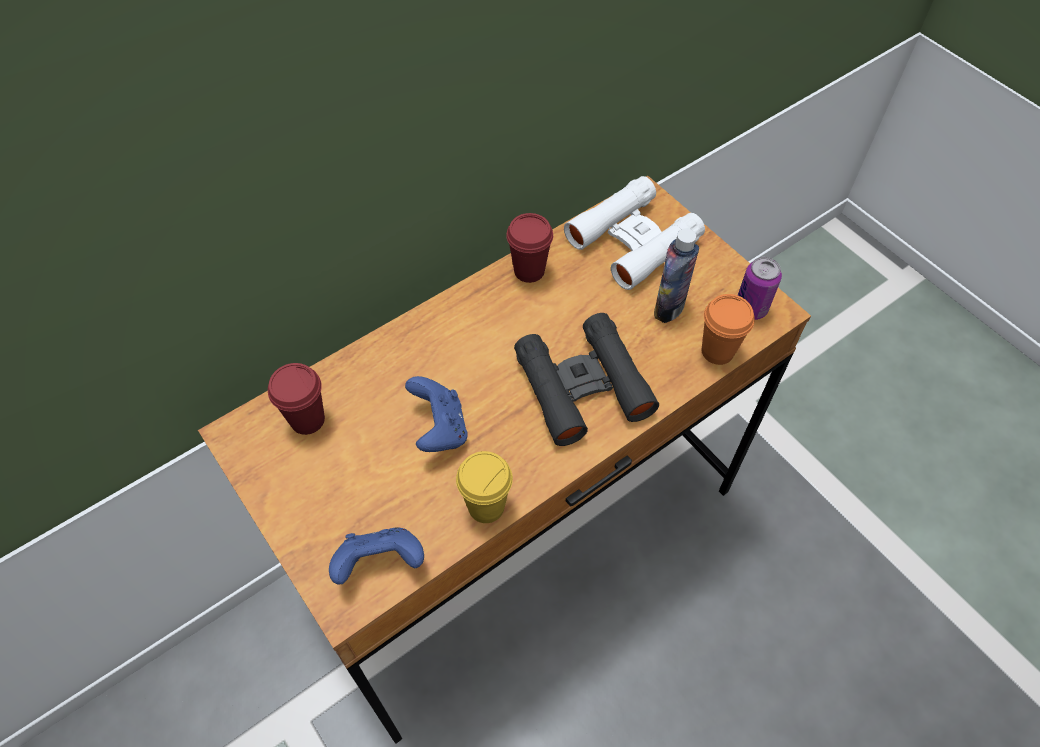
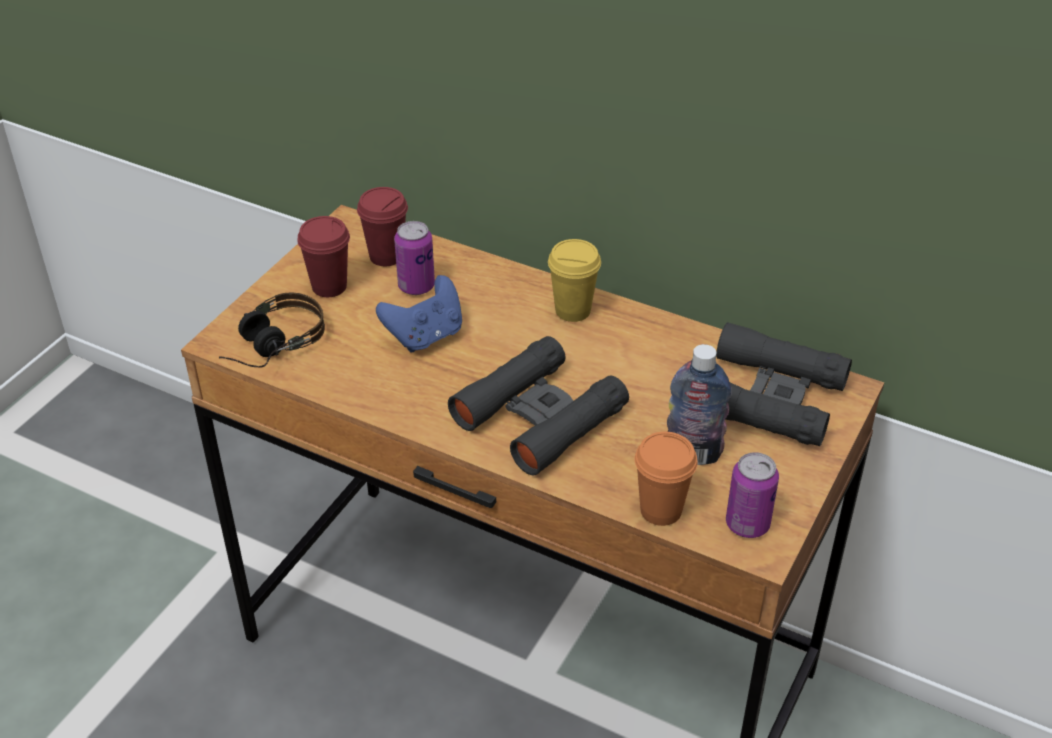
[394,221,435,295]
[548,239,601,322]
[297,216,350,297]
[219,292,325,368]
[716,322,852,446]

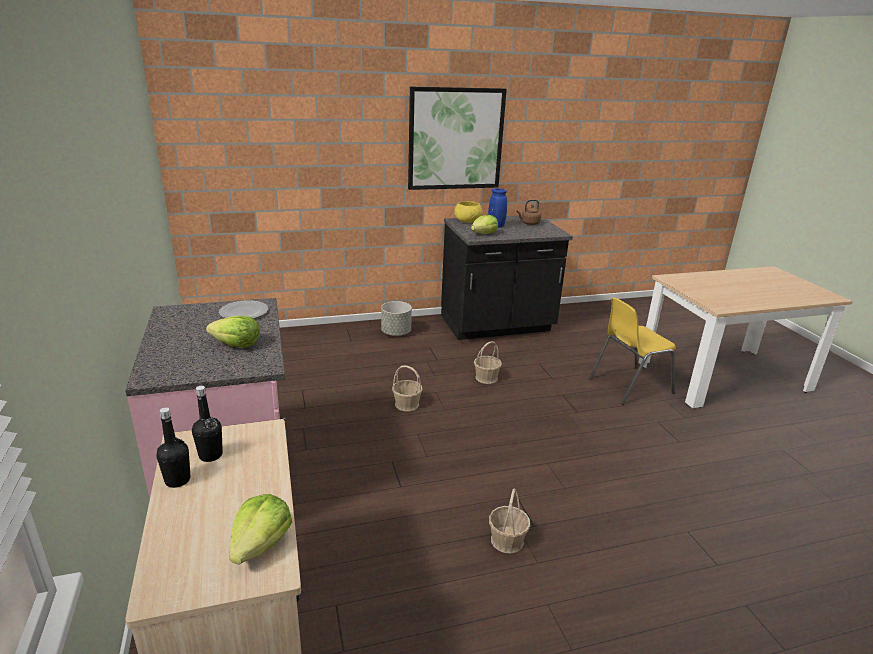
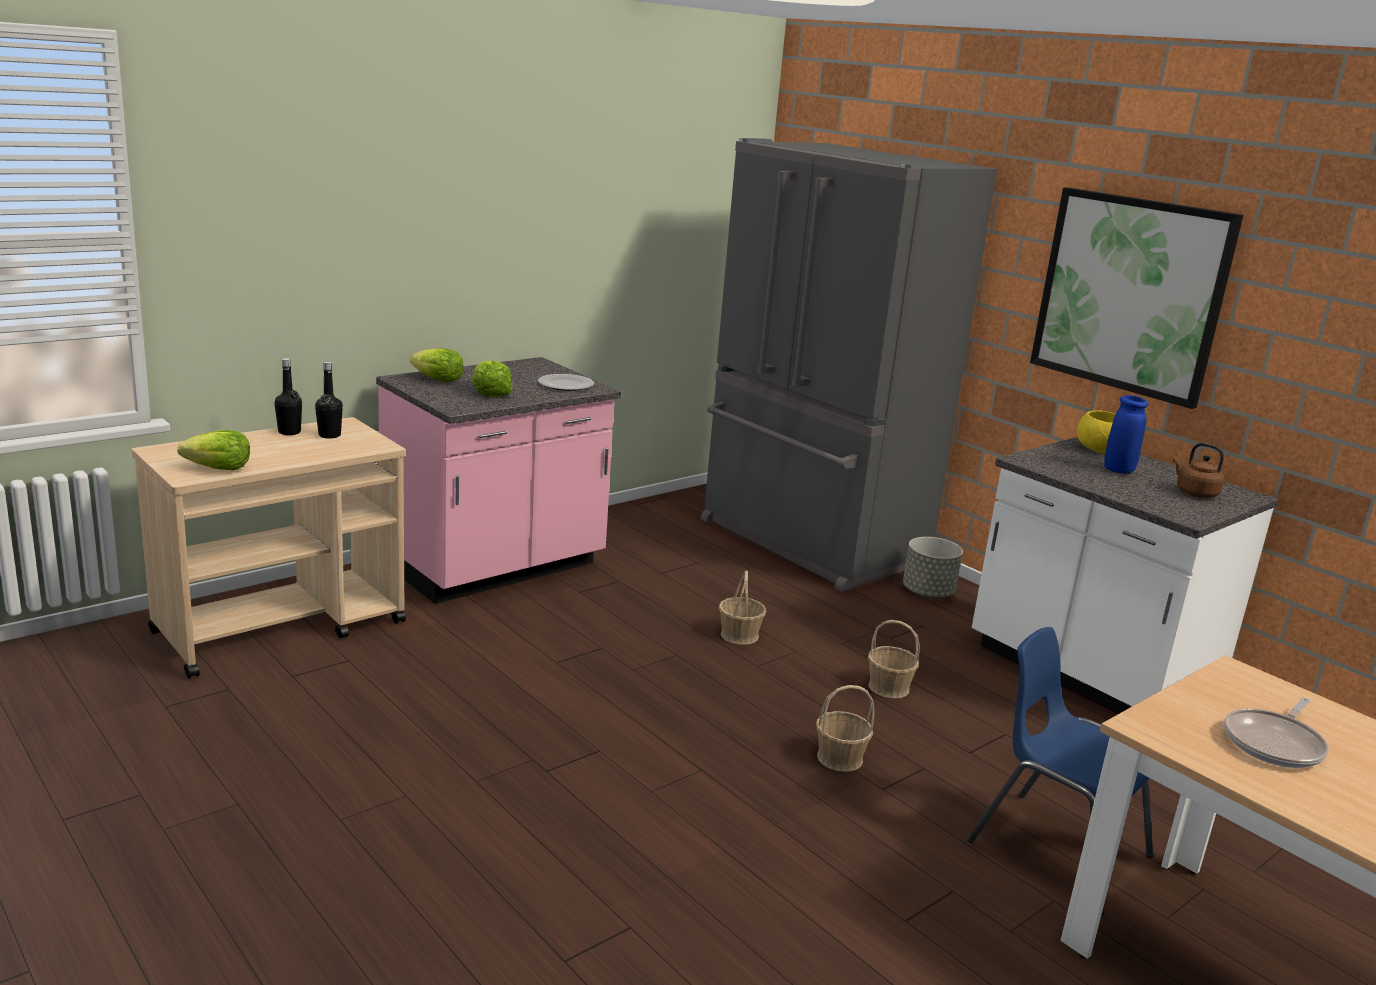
[701,138,997,592]
[1224,697,1329,768]
[410,348,464,383]
[816,685,875,772]
[972,437,1279,714]
[967,627,1153,915]

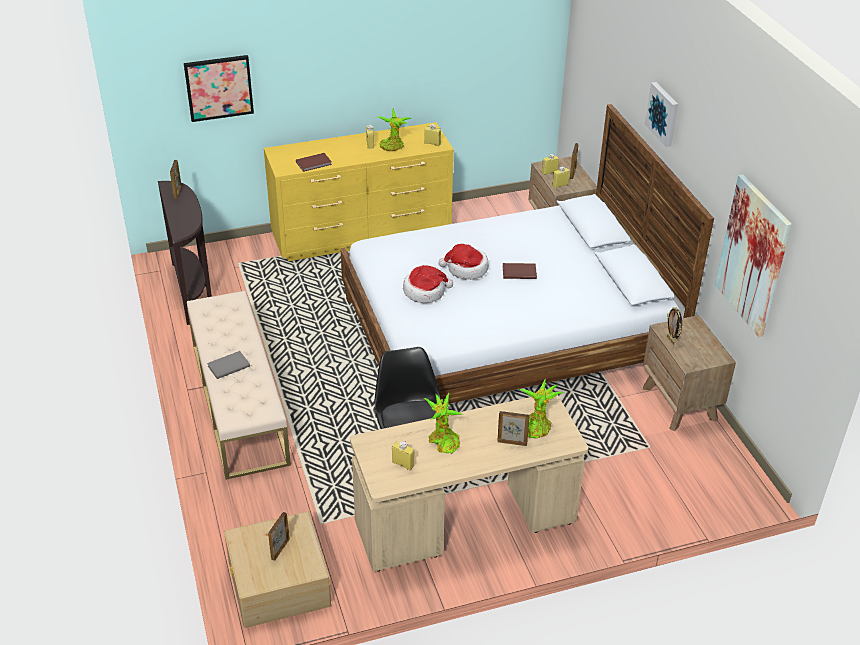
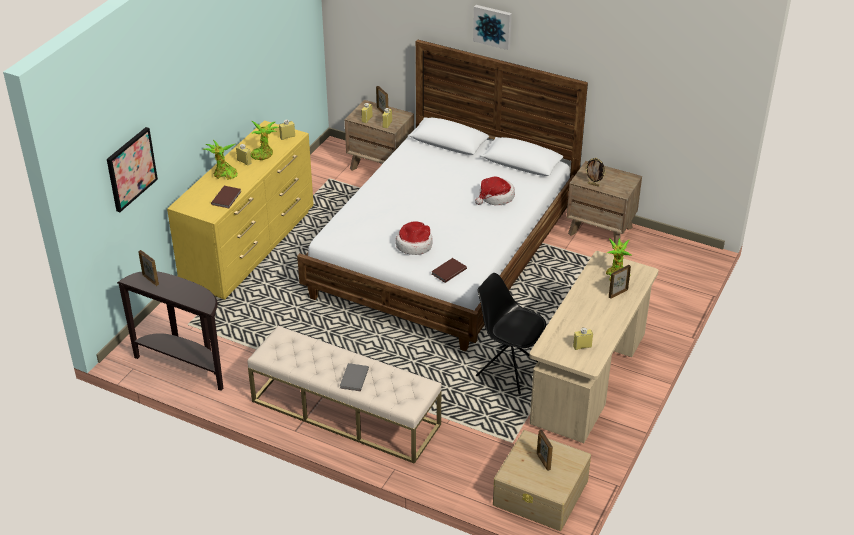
[715,174,792,337] (first image)
[202,140,237,179]
[475,177,515,205]
[431,258,467,283]

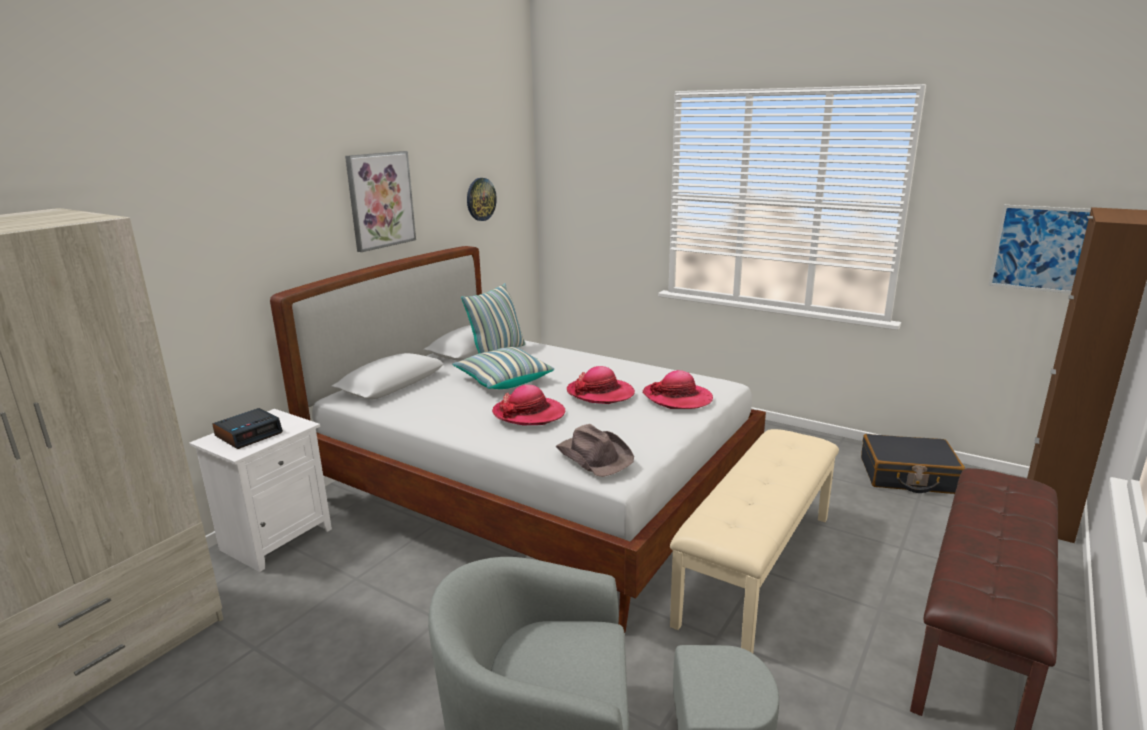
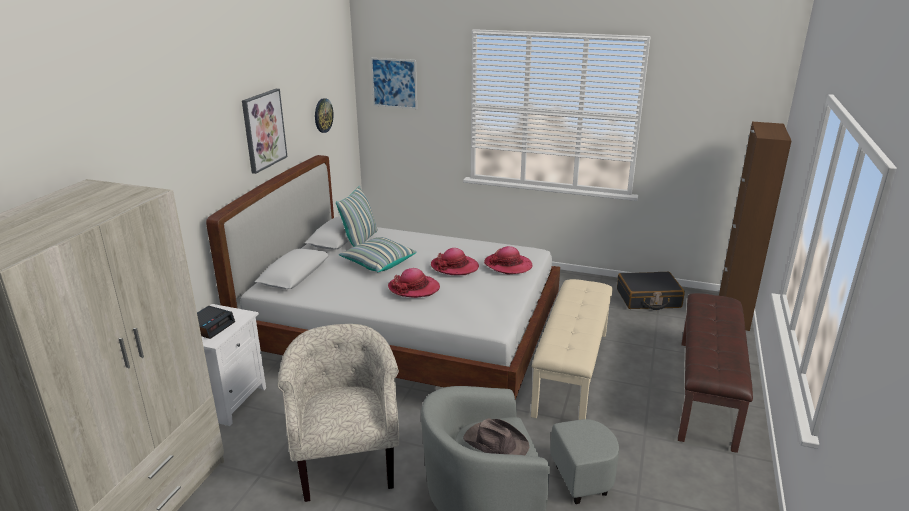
[277,324,399,502]
[463,418,529,455]
[371,58,417,109]

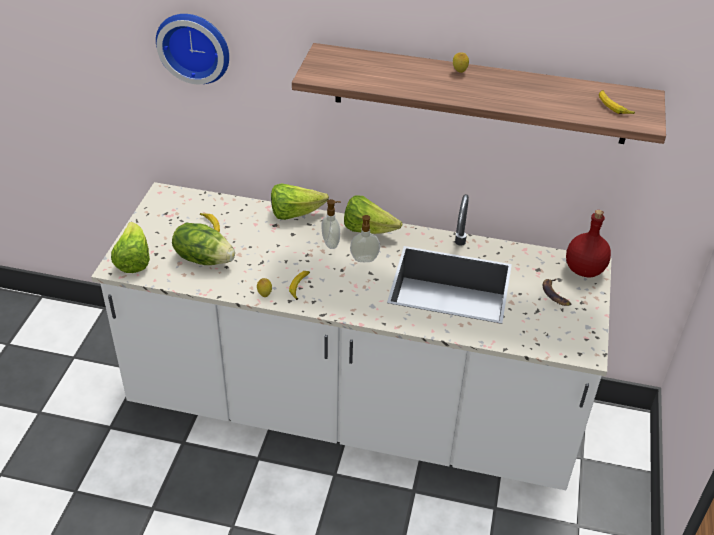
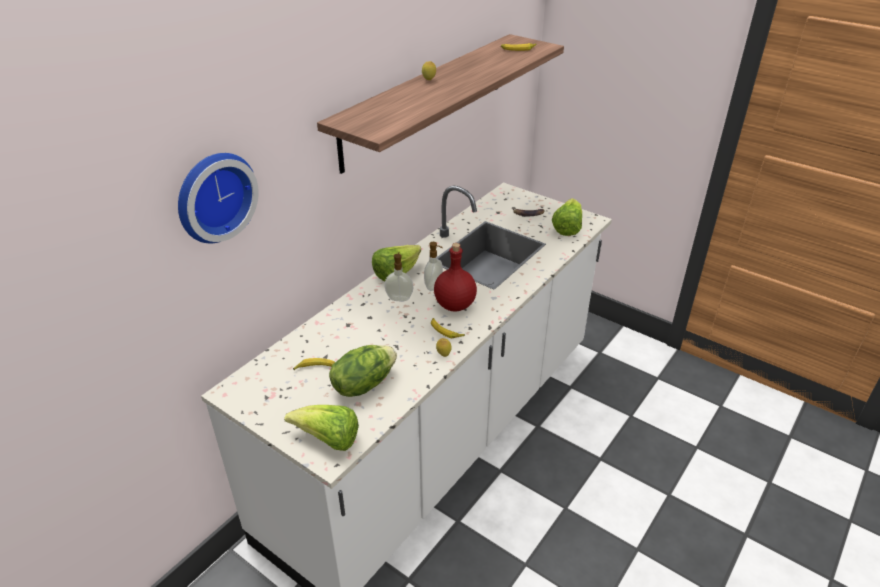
[552,198,582,236]
[434,243,477,312]

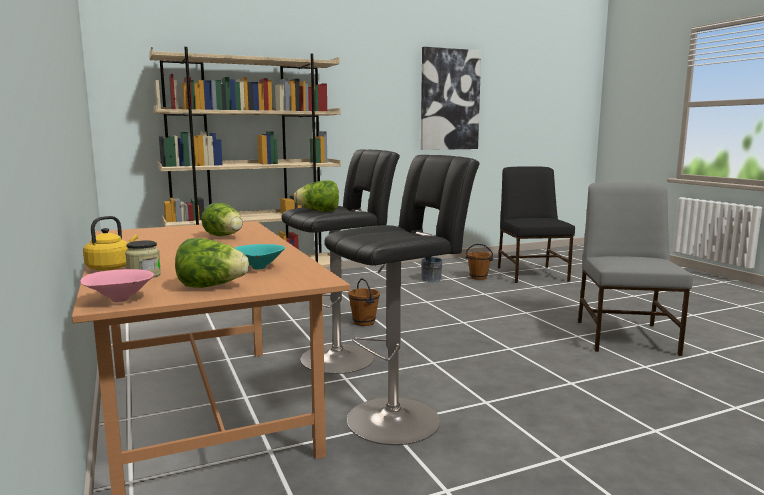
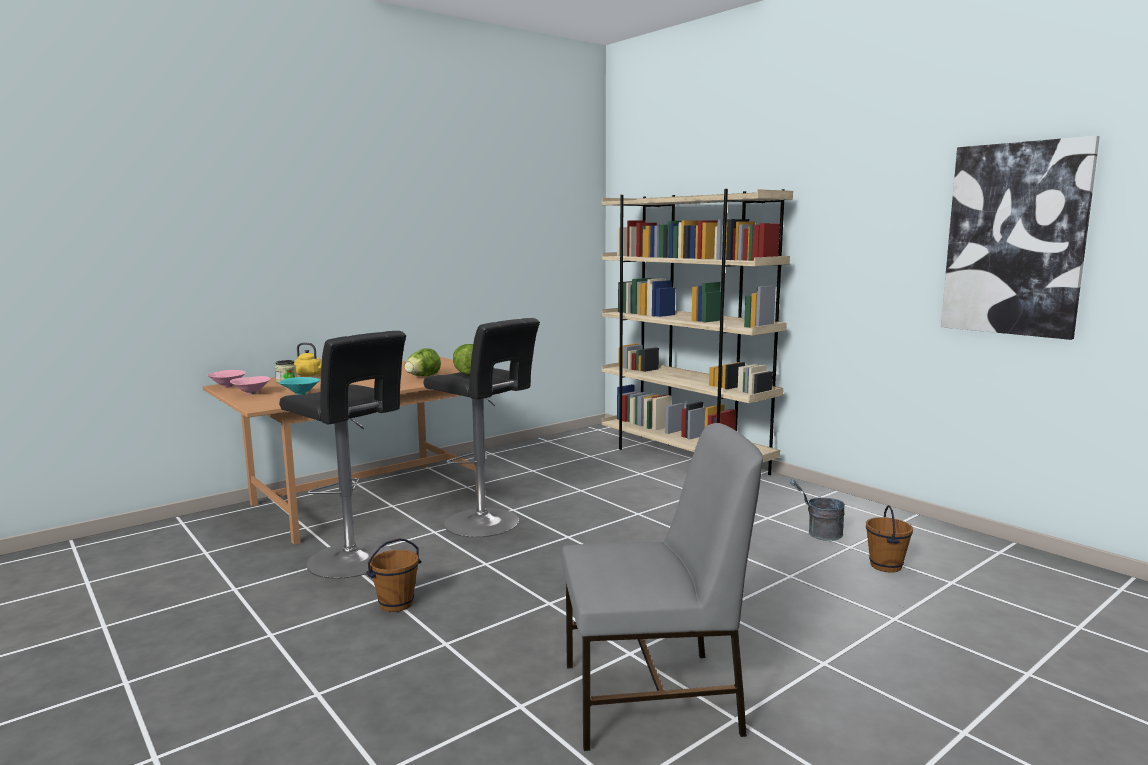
[498,166,575,283] (first image)
[366,538,421,612]
[230,376,271,395]

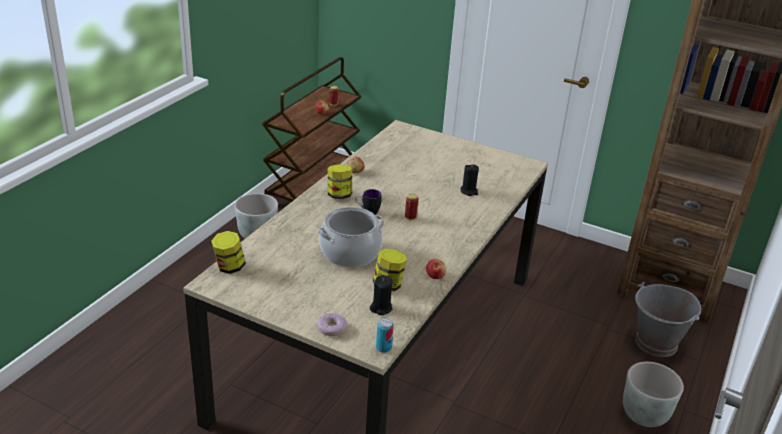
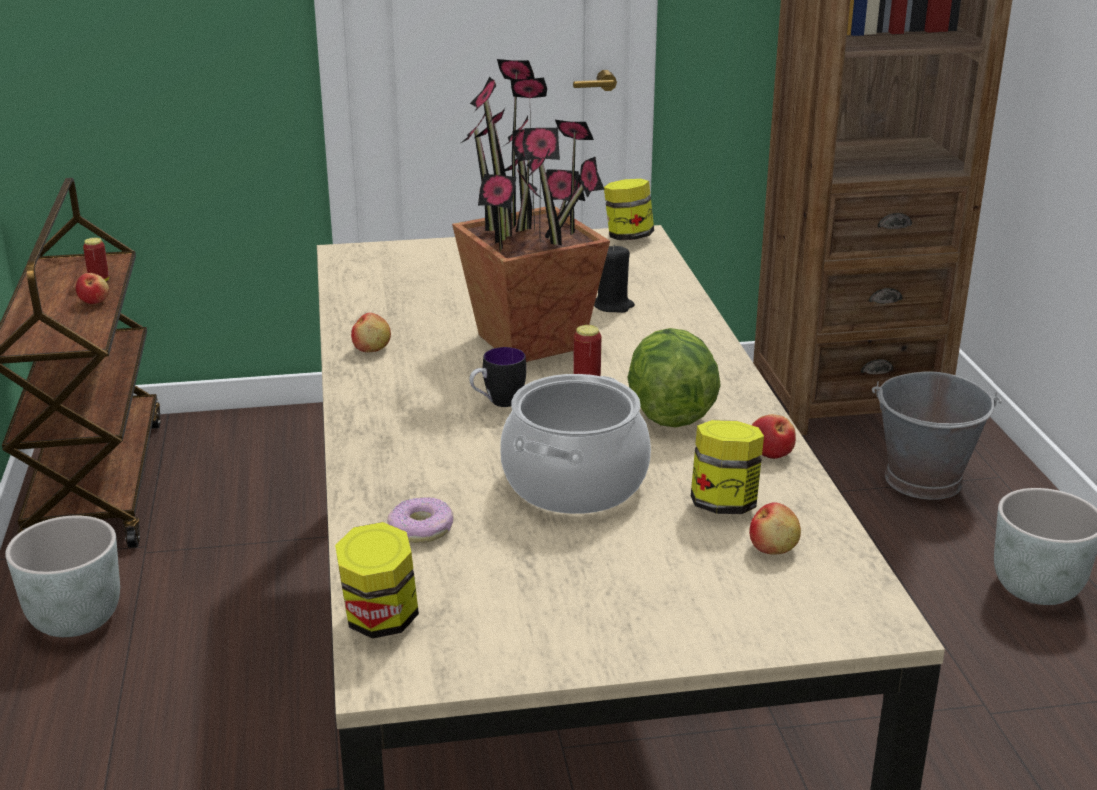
[376,318,394,353] (first image)
[452,59,610,362]
[627,328,721,427]
[387,497,454,543]
[604,179,654,240]
[749,502,801,555]

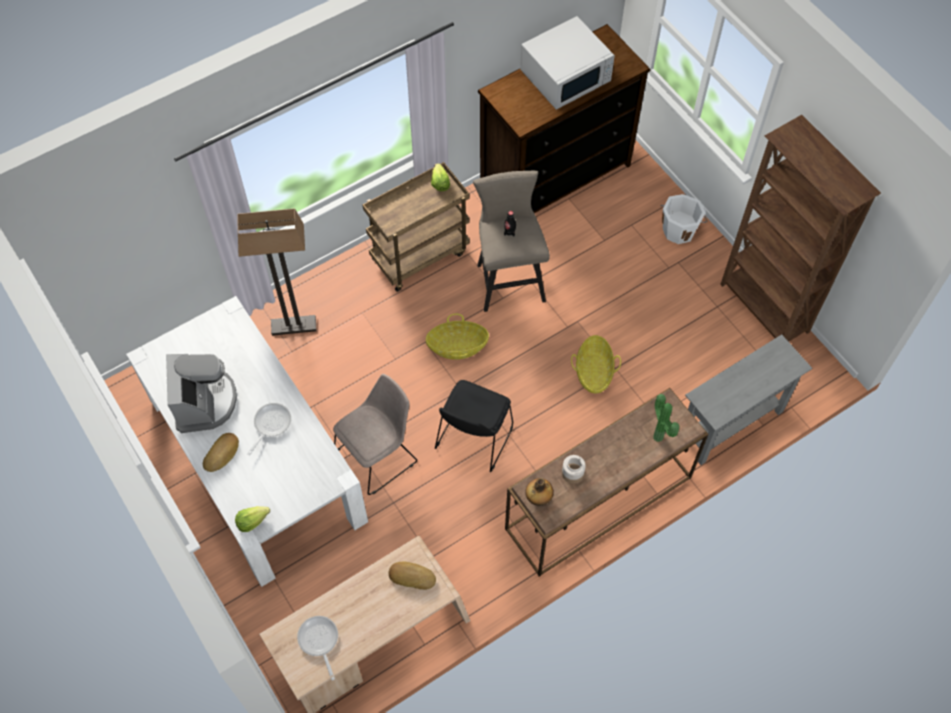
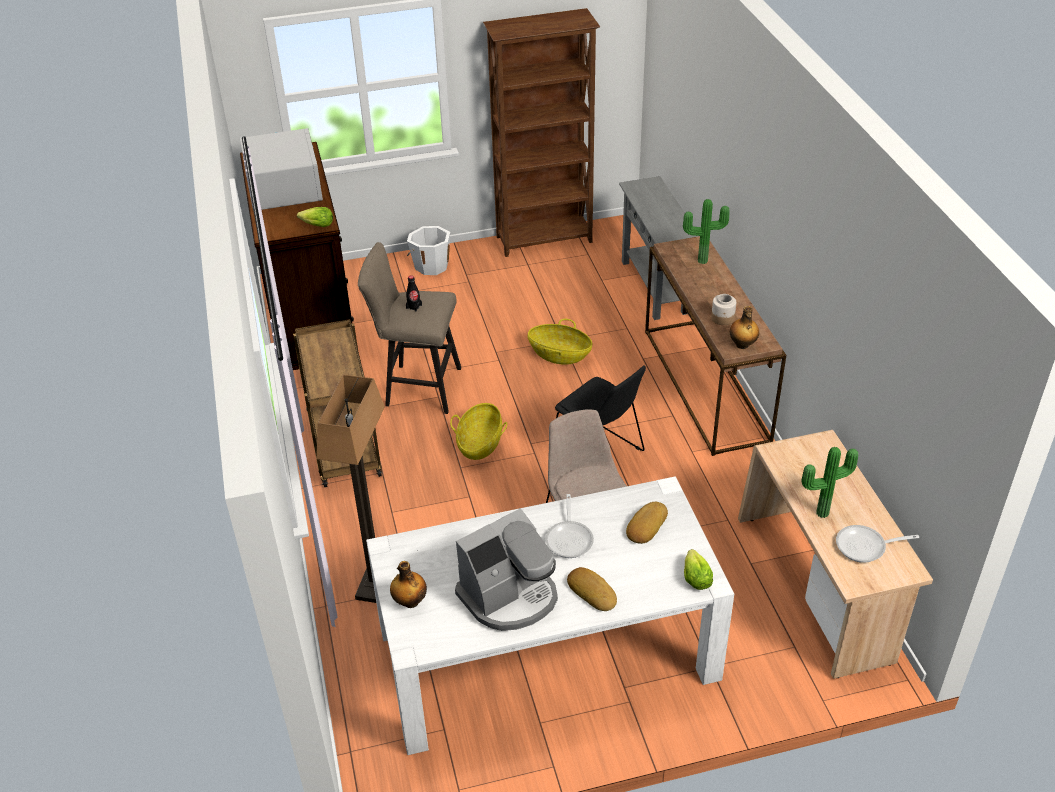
[390,561,427,608]
[801,447,858,518]
[626,502,668,544]
[297,207,333,227]
[455,508,558,631]
[545,494,594,558]

